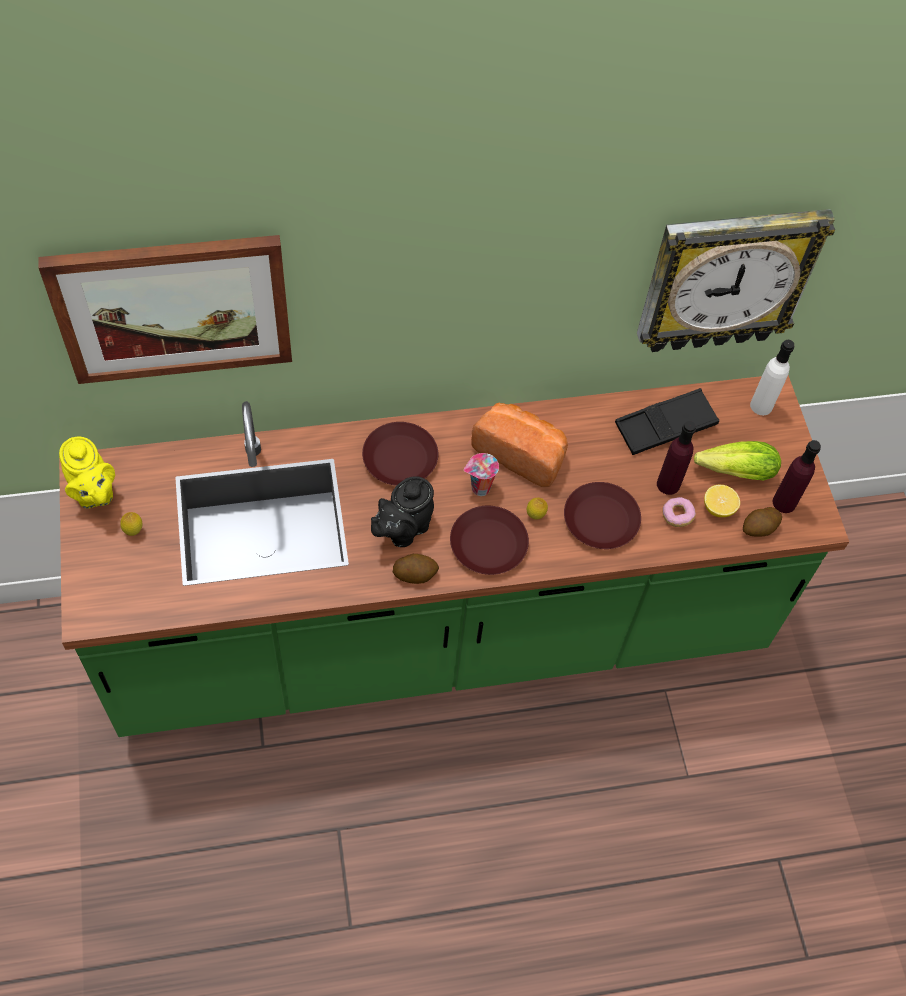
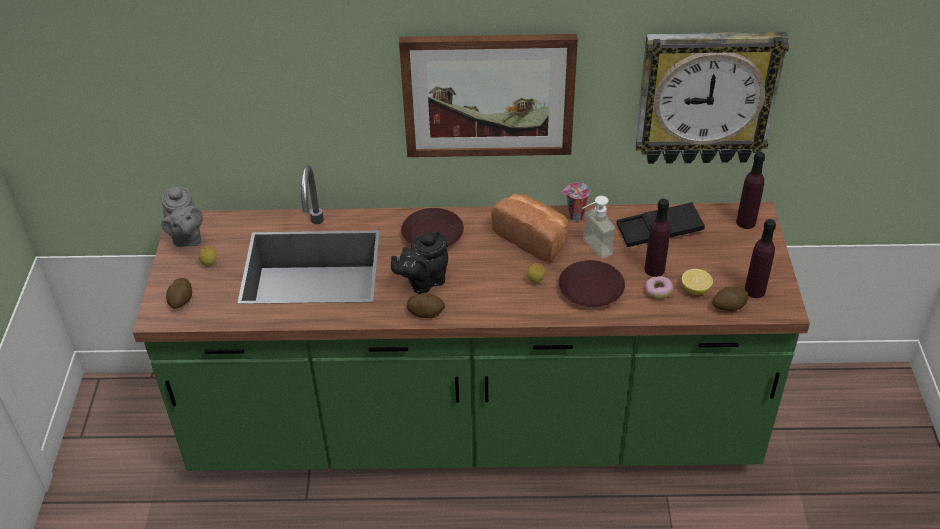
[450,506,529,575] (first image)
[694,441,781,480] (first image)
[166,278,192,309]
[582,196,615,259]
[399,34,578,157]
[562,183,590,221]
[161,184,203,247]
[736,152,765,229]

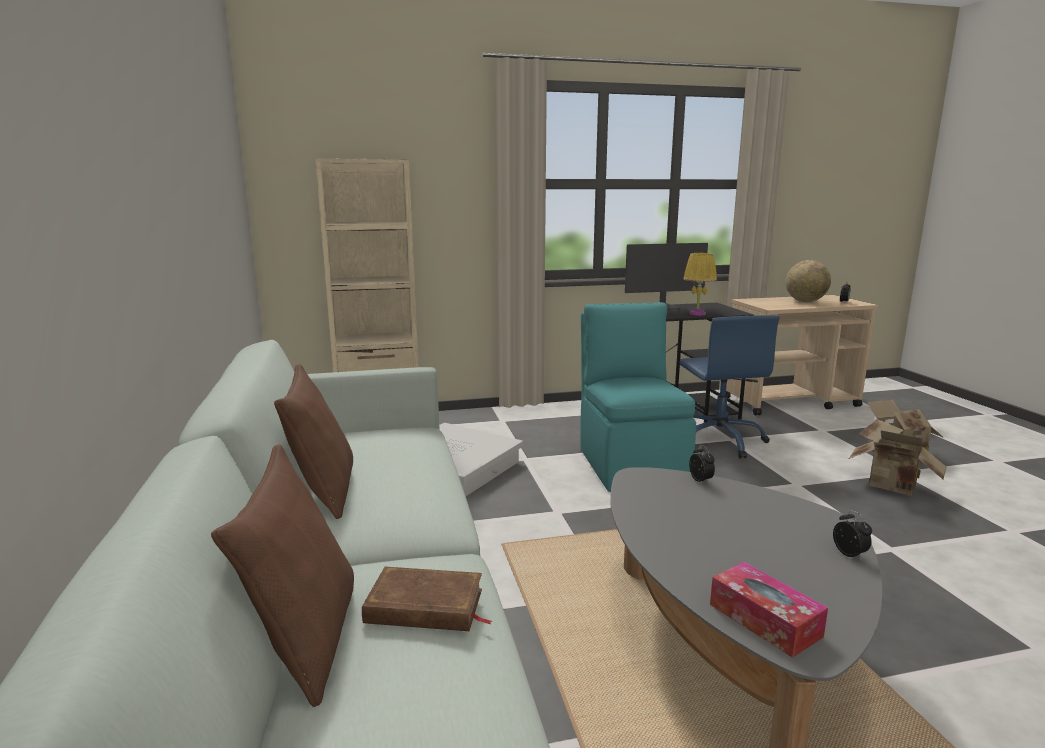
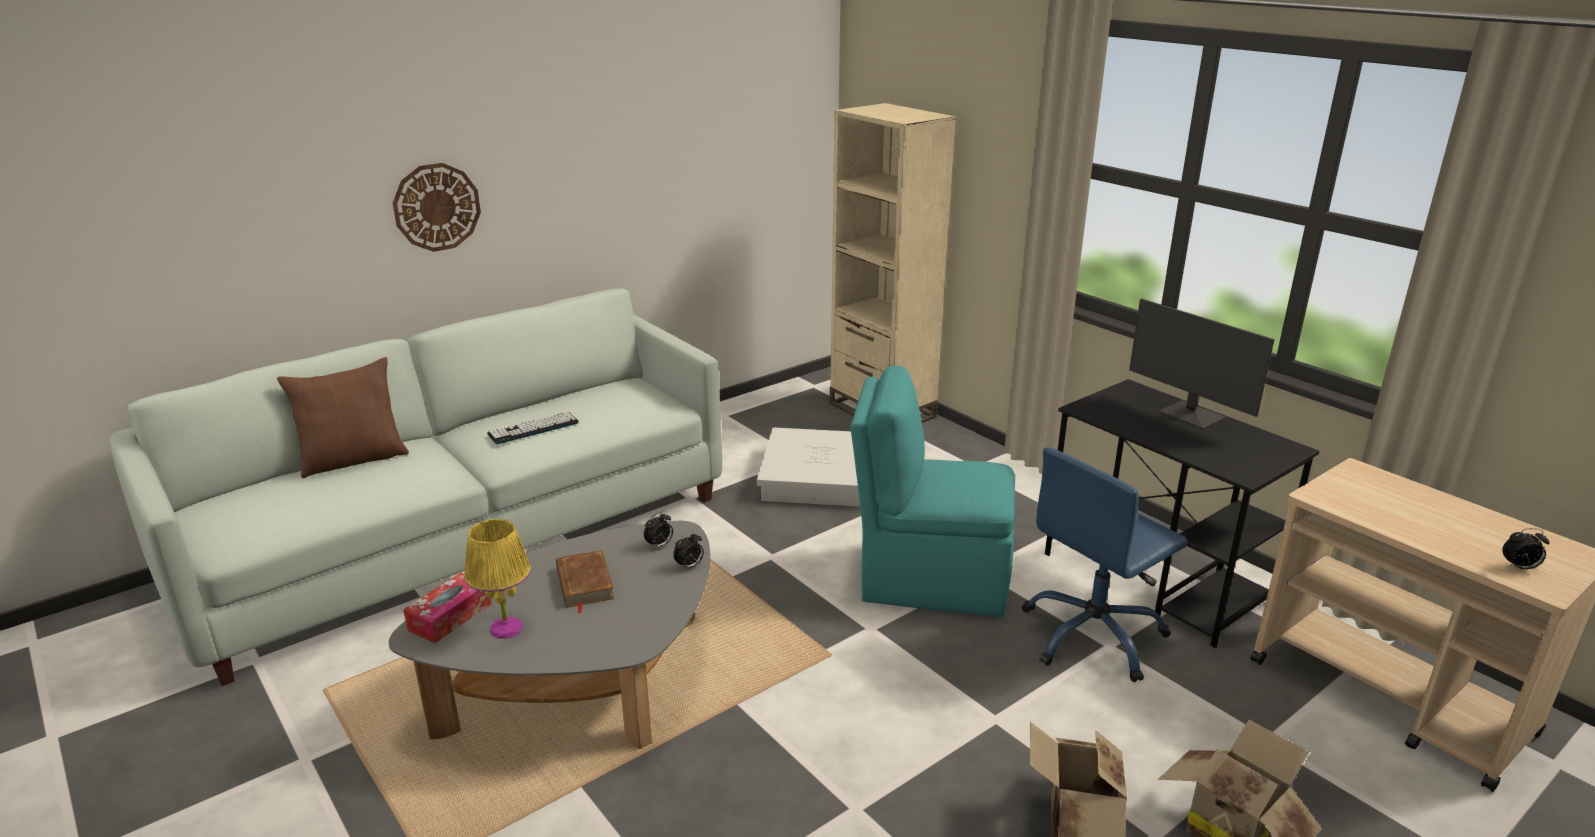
[274,364,353,519] (first image)
[785,260,831,302] (first image)
[393,163,481,252]
[487,411,579,444]
[556,550,614,613]
[464,519,531,639]
[644,511,673,549]
[850,366,1015,617]

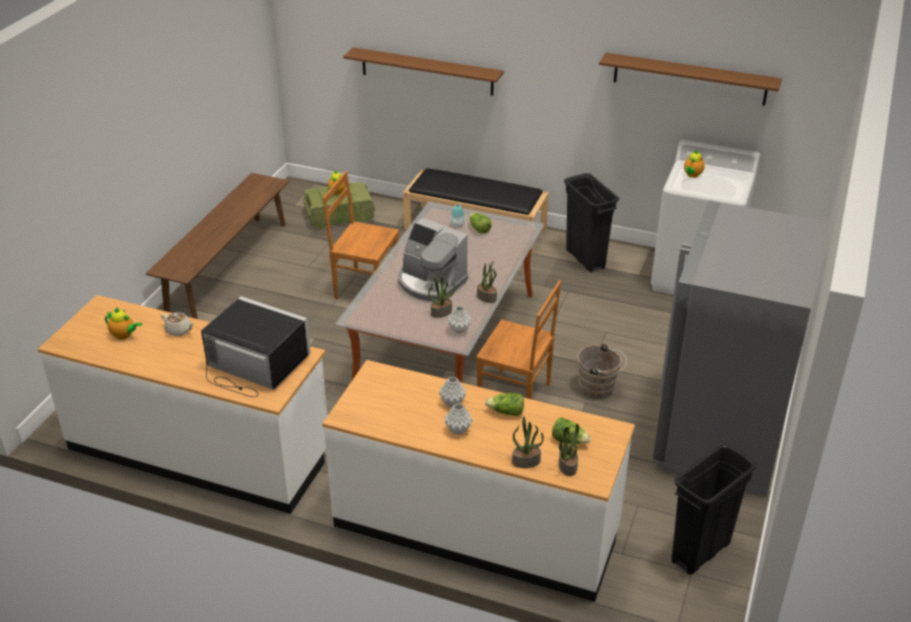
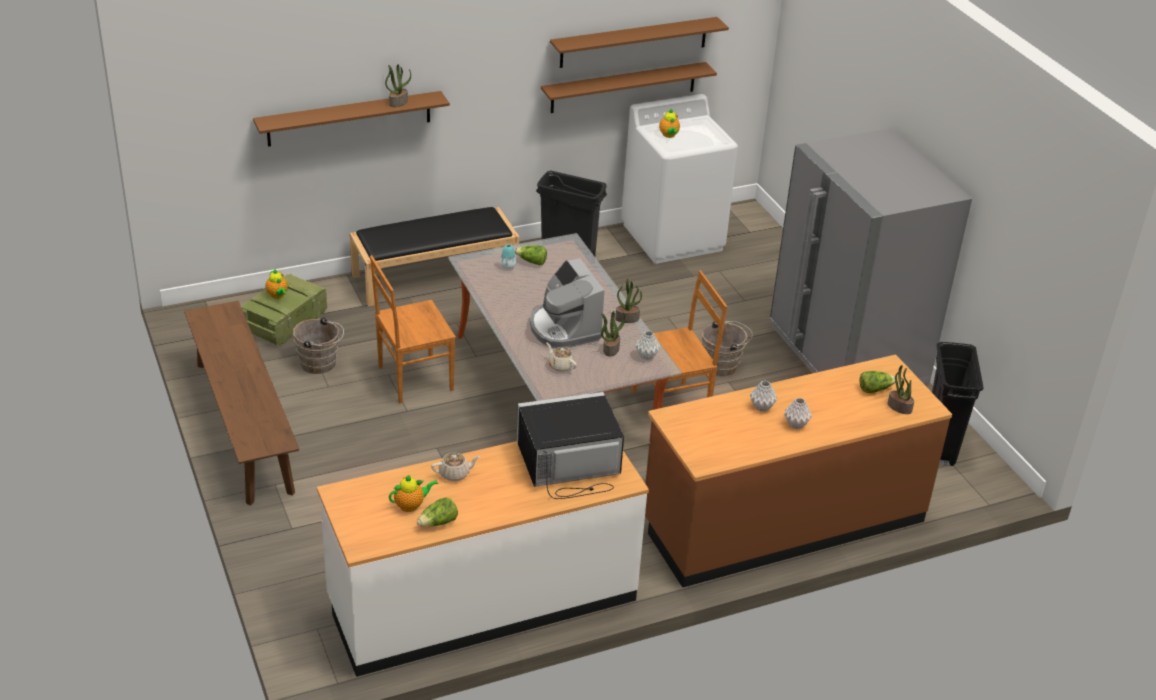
[293,317,344,374]
[541,62,717,113]
[546,342,577,372]
[417,498,458,527]
[385,64,411,107]
[645,355,952,588]
[530,259,604,348]

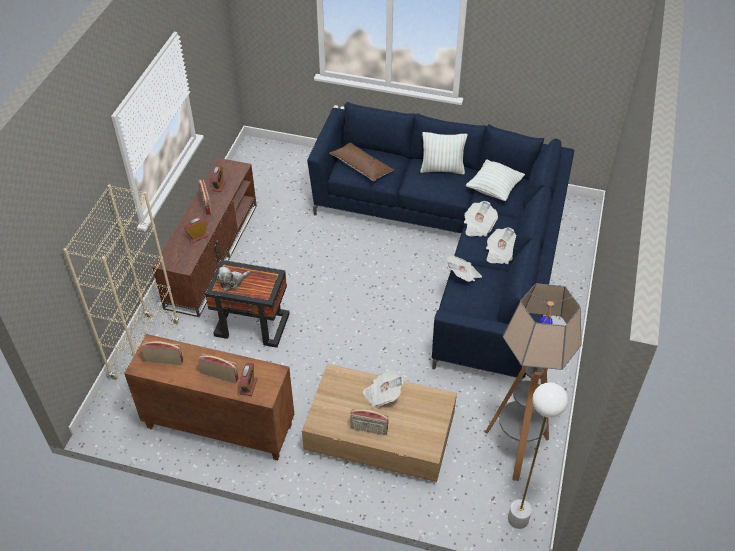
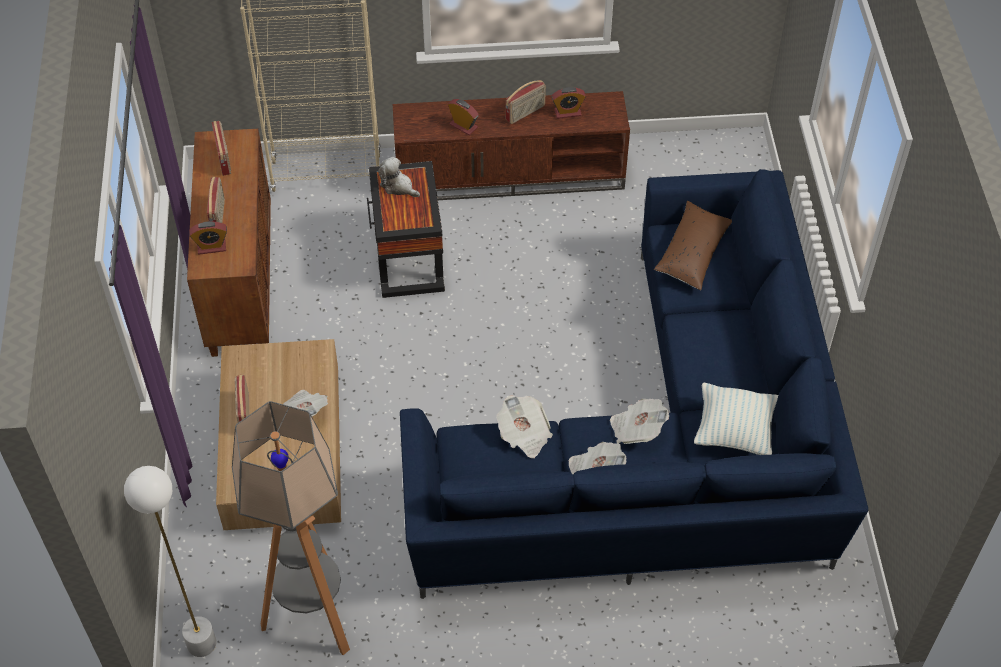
[420,132,467,175] (first image)

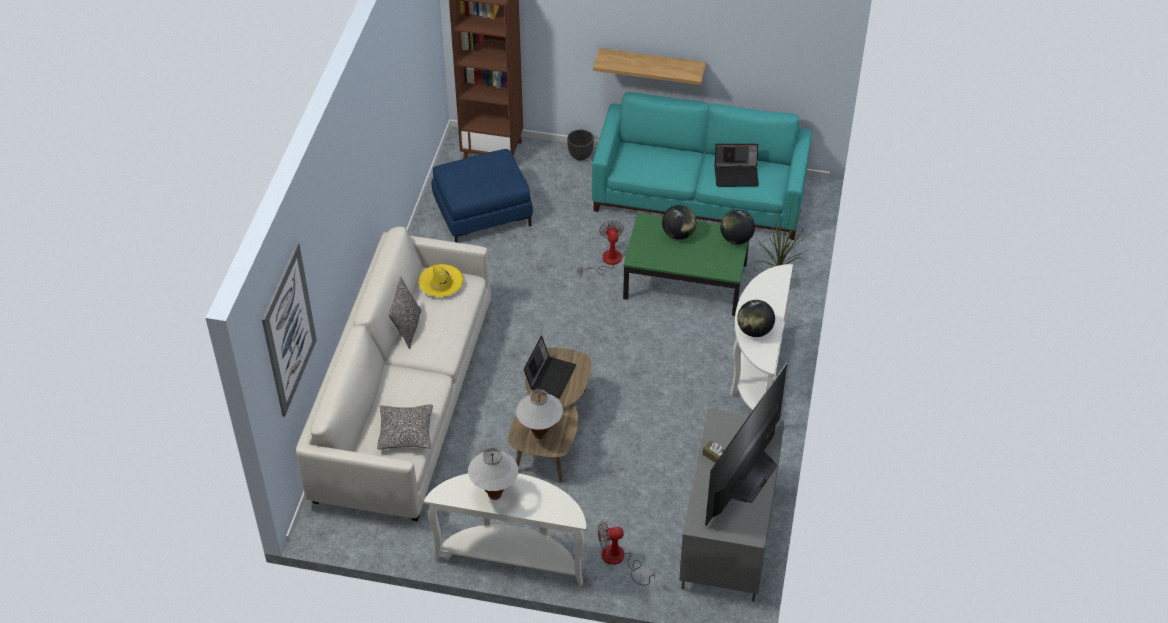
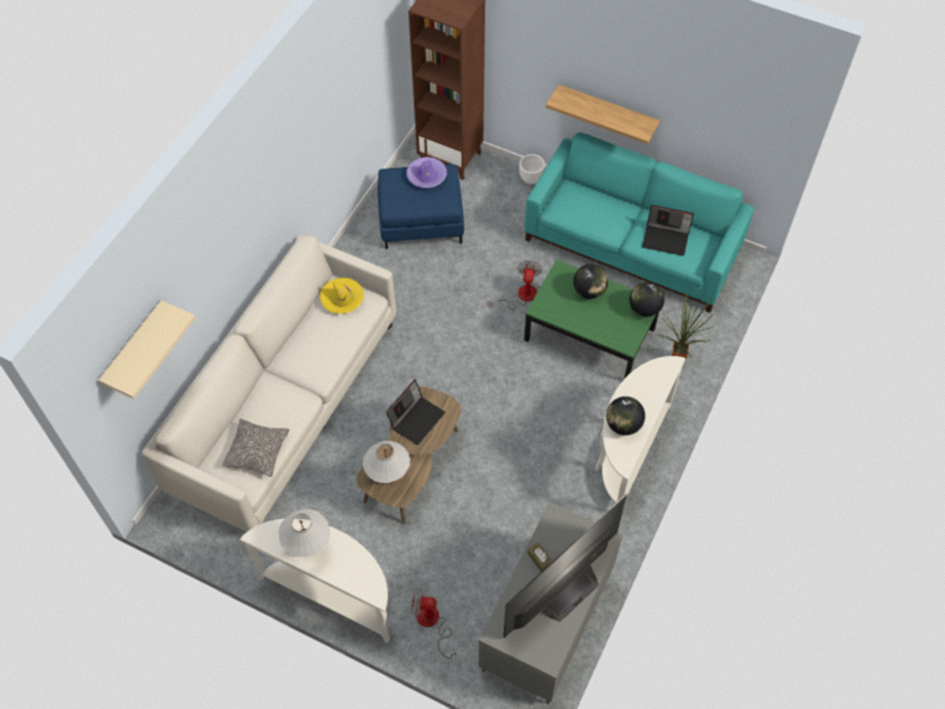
[389,277,421,349] (first image)
[407,157,447,188]
[98,300,195,399]
[519,154,545,184]

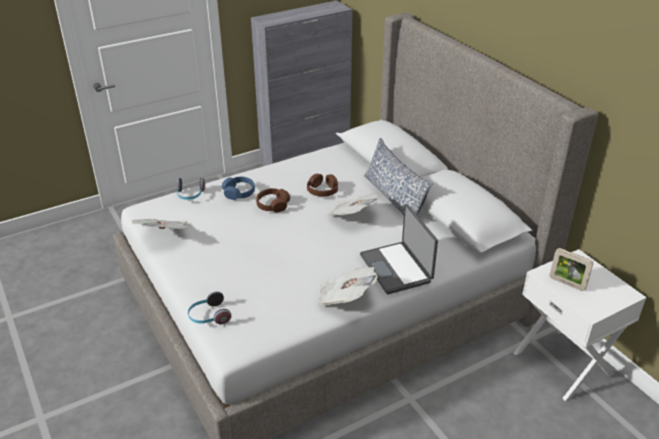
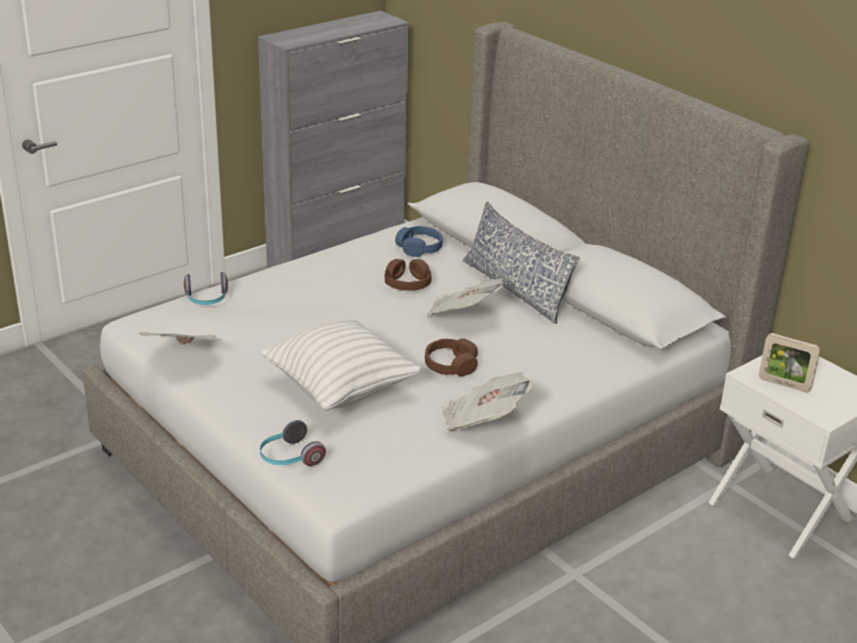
[360,204,438,294] (first image)
[260,318,422,410]
[395,226,443,257]
[425,338,478,376]

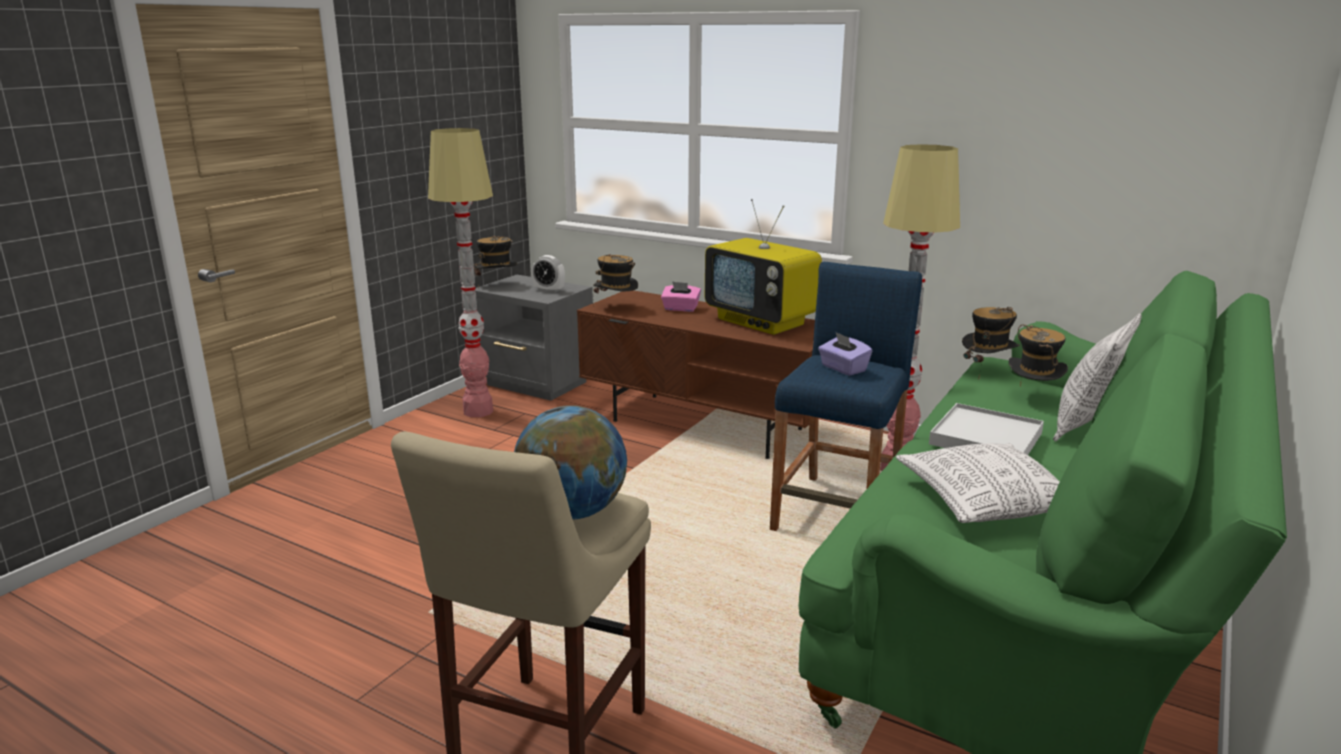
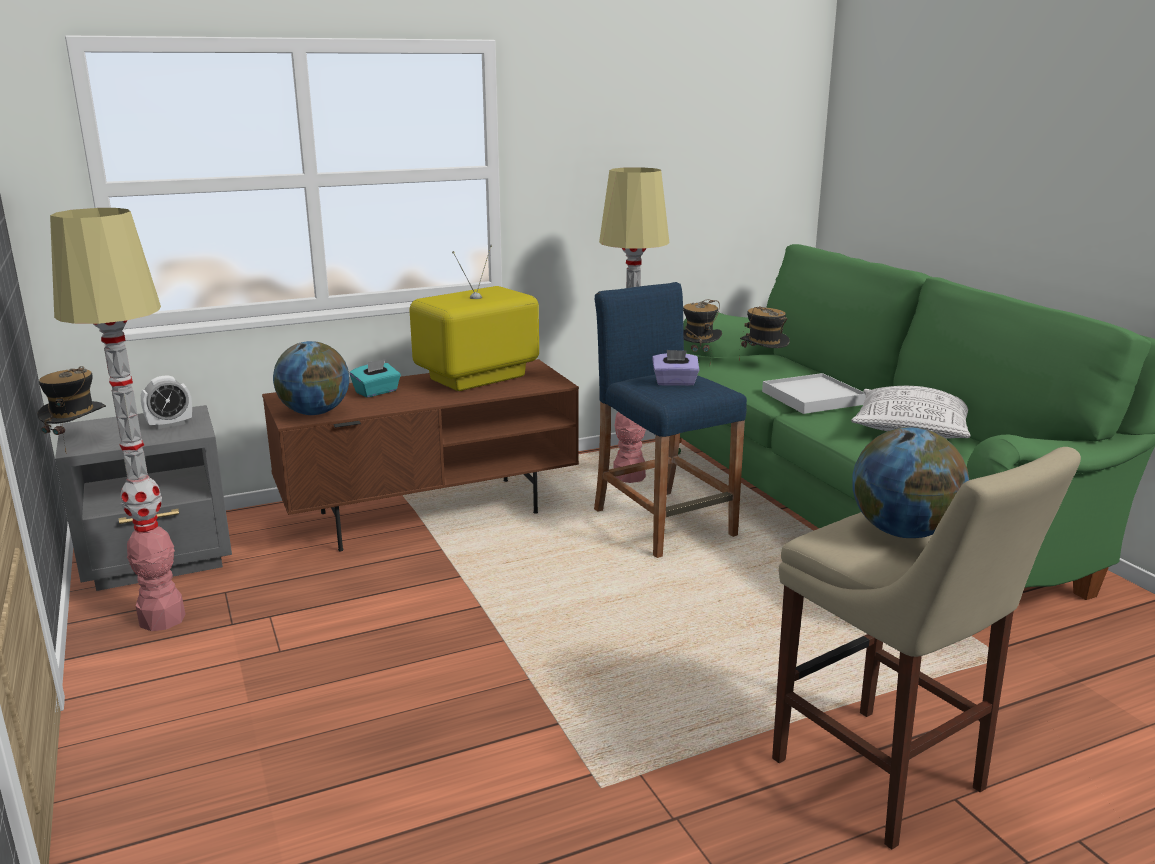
[1053,313,1142,441] (first image)
[273,341,349,415]
[350,359,401,397]
[410,245,539,391]

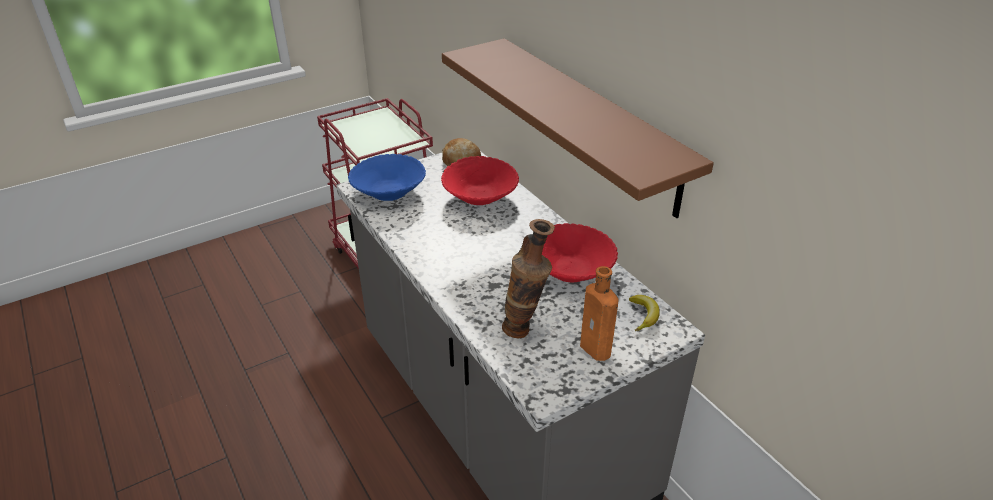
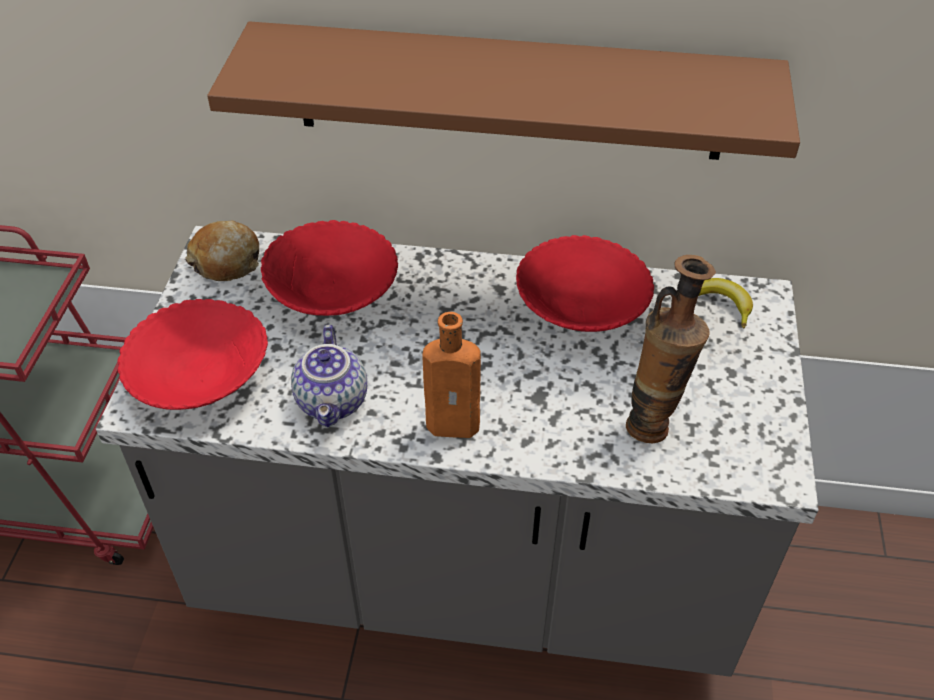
[291,325,367,427]
[422,312,481,438]
[117,299,268,410]

